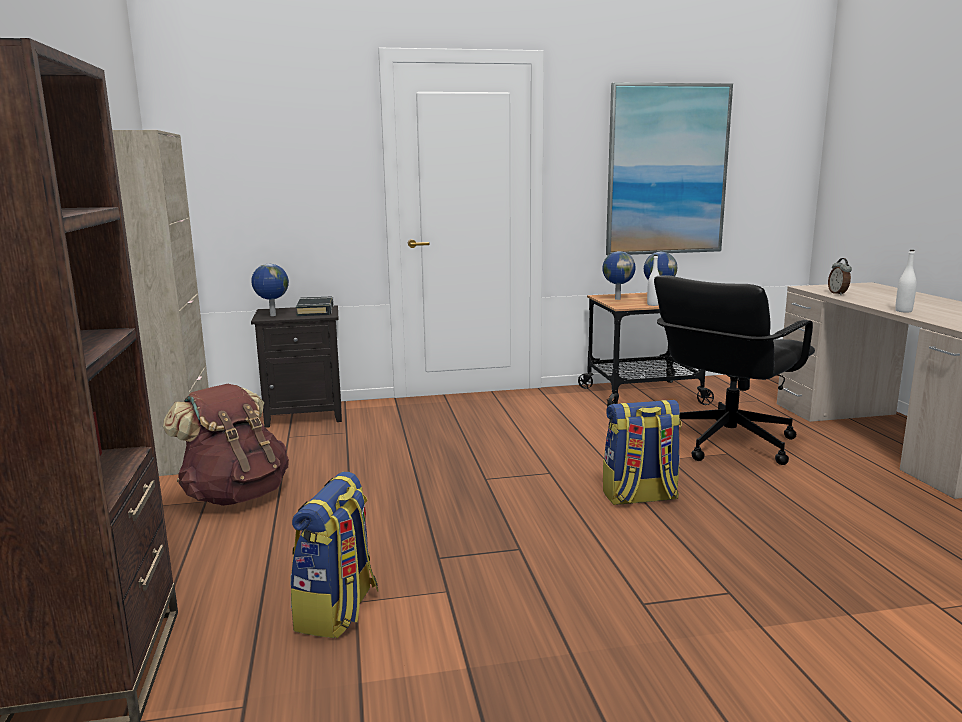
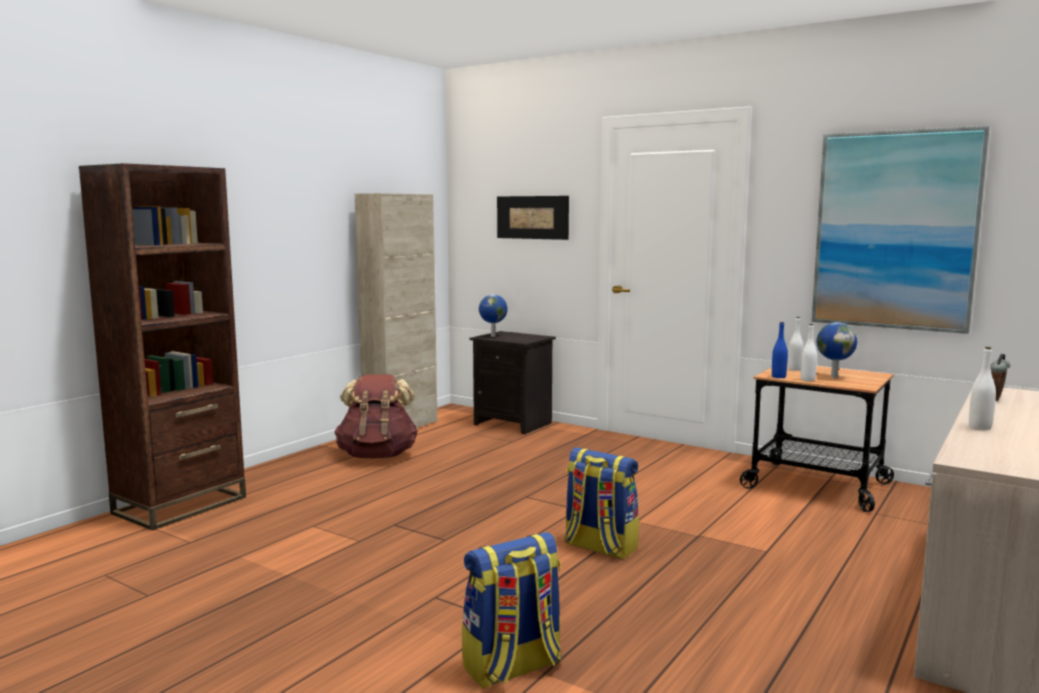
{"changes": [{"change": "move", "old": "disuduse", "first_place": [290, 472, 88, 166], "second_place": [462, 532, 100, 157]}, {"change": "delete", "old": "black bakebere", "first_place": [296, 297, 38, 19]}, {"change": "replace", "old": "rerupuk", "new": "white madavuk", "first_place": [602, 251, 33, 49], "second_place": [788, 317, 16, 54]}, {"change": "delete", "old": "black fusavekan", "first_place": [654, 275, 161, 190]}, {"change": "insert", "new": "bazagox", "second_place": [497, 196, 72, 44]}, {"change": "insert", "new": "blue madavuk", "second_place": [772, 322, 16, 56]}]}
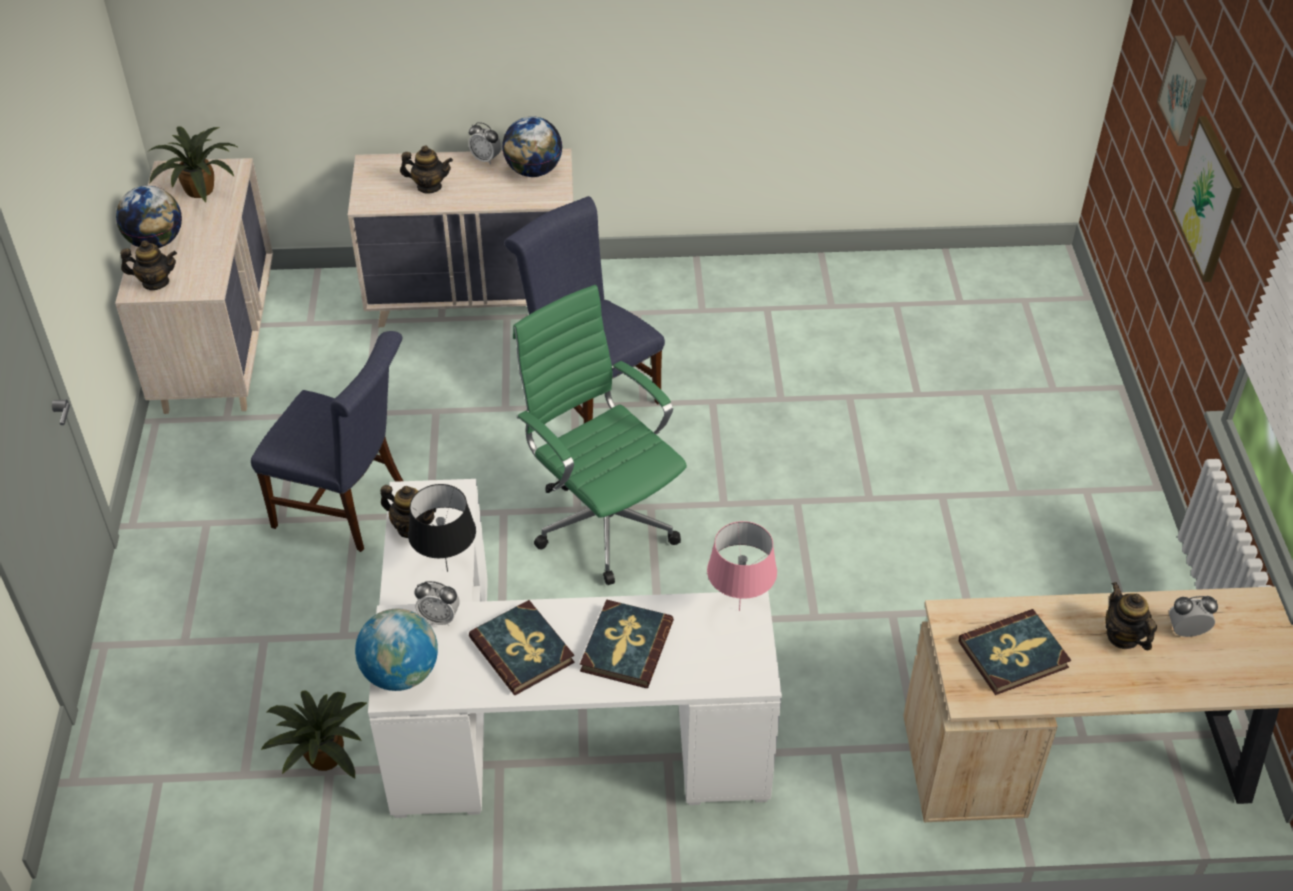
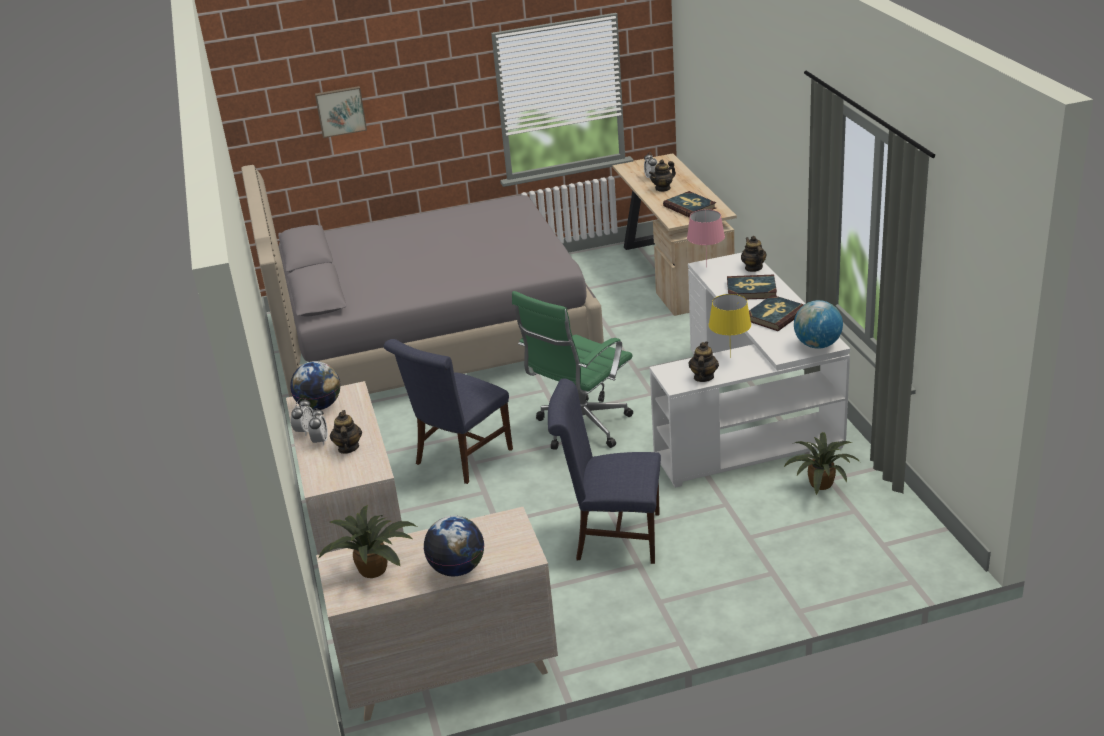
{"changes": [{"change": "move", "old": "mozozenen", "first_place": [120, 240, 57, 50], "second_place": [741, 236, 25, 36]}, {"change": "rotate", "old": "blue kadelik", "first_place": [251, 331, 152, 221], "second_place": [548, 379, 113, 185], "degrees": -90}, {"change": "recolor", "old": "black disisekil", "new": "yellow disisekil", "first_place": [408, 484, 68, 88], "second_place": [709, 294, 42, 64]}, {"change": "move", "old": "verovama", "first_place": [414, 581, 46, 45], "second_place": [308, 408, 20, 37]}, {"change": "delete", "old": "bazagox", "first_place": [1171, 116, 71, 166]}, {"change": "insert", "new": "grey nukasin", "second_place": [241, 165, 363, 232]}]}
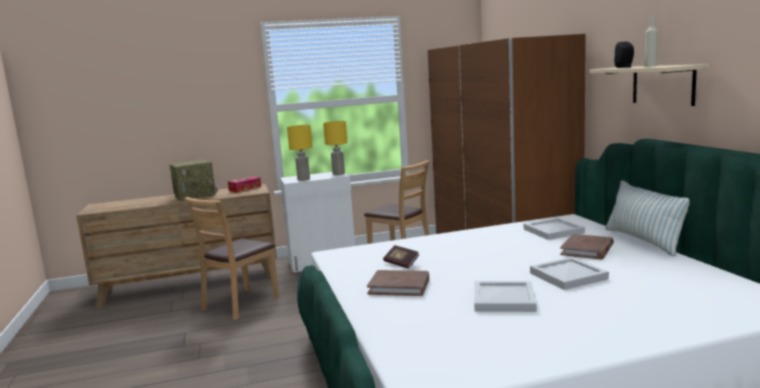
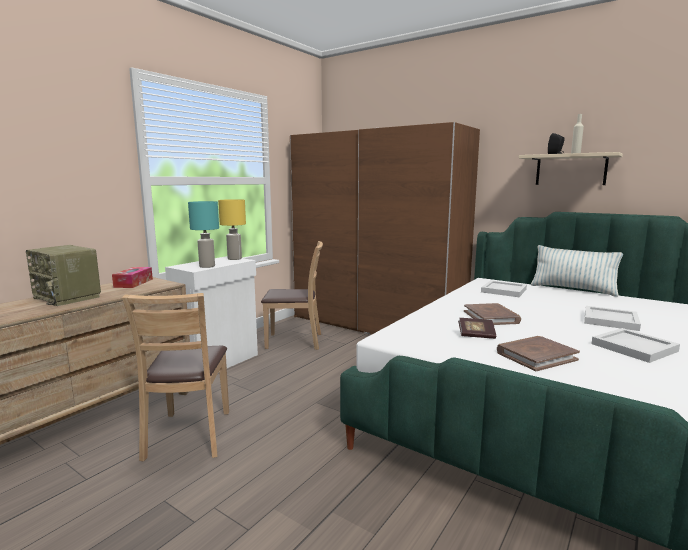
{"changes": [{"change": "rotate", "old": "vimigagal", "first_place": [170, 159, 47, 42], "second_place": [26, 245, 75, 61], "degrees": 105}, {"change": "recolor", "old": "yellow disisekil", "new": "turquoise disisekil", "first_place": [287, 125, 25, 56], "second_place": [188, 201, 31, 67]}, {"change": "move", "old": "brown bakebere", "first_place": [560, 234, 54, 25], "second_place": [464, 303, 57, 22]}]}
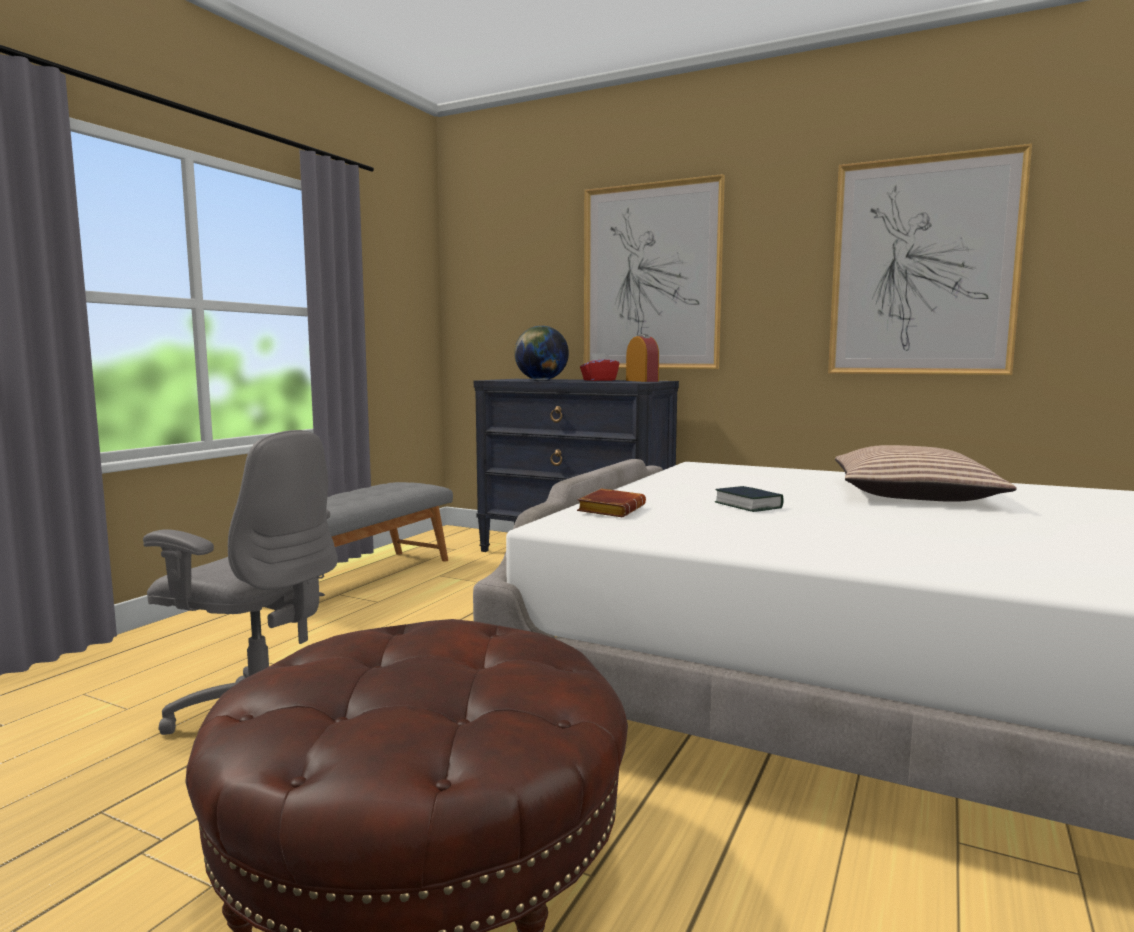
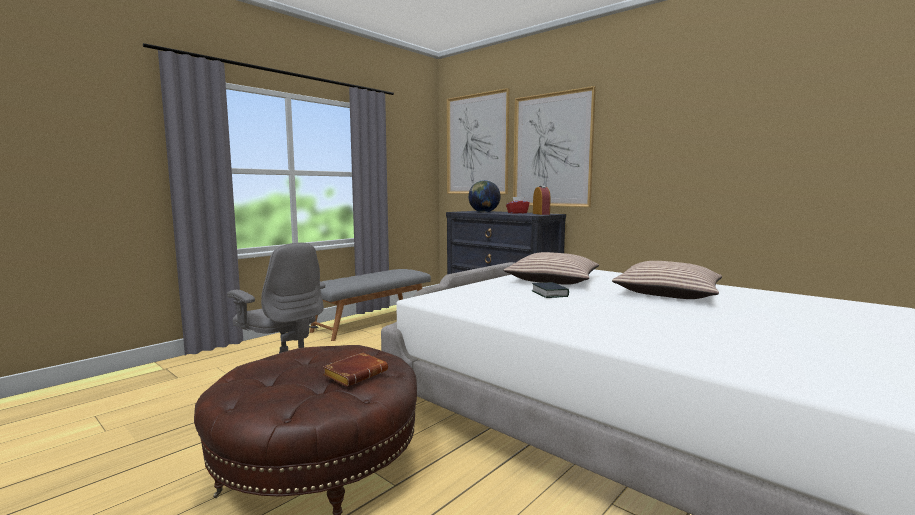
{"changes": [{"change": "move", "old": "brown bakebere", "first_place": [577, 489, 69, 28], "second_place": [323, 353, 65, 34]}, {"change": "move", "old": "bazagox", "first_place": [828, 144, 204, 231], "second_place": [447, 88, 63, 106]}, {"change": "insert", "new": "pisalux", "second_place": [504, 252, 95, 33]}]}
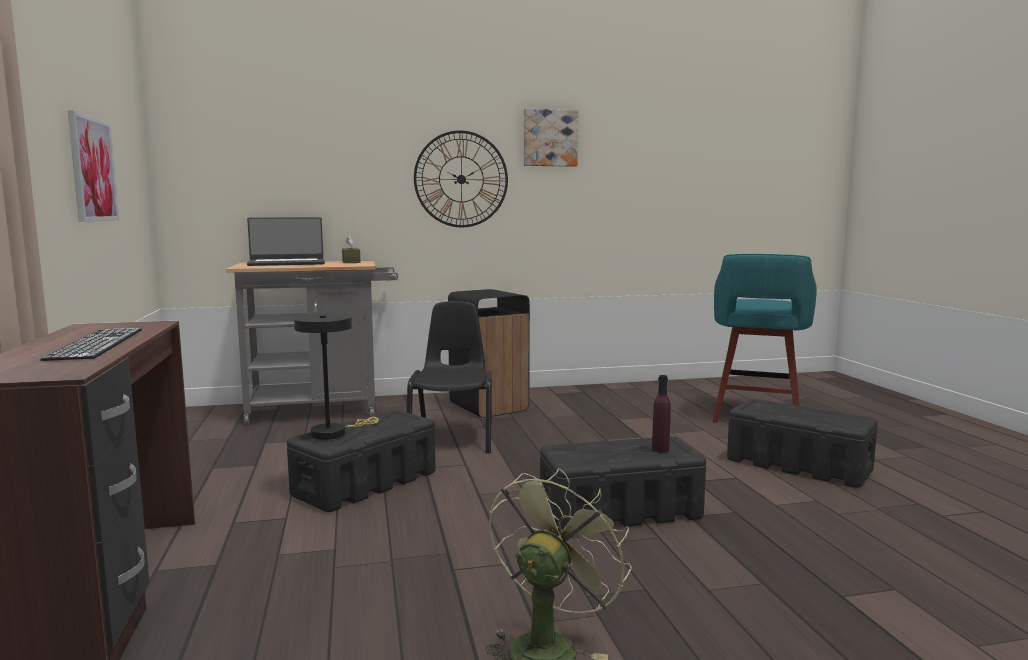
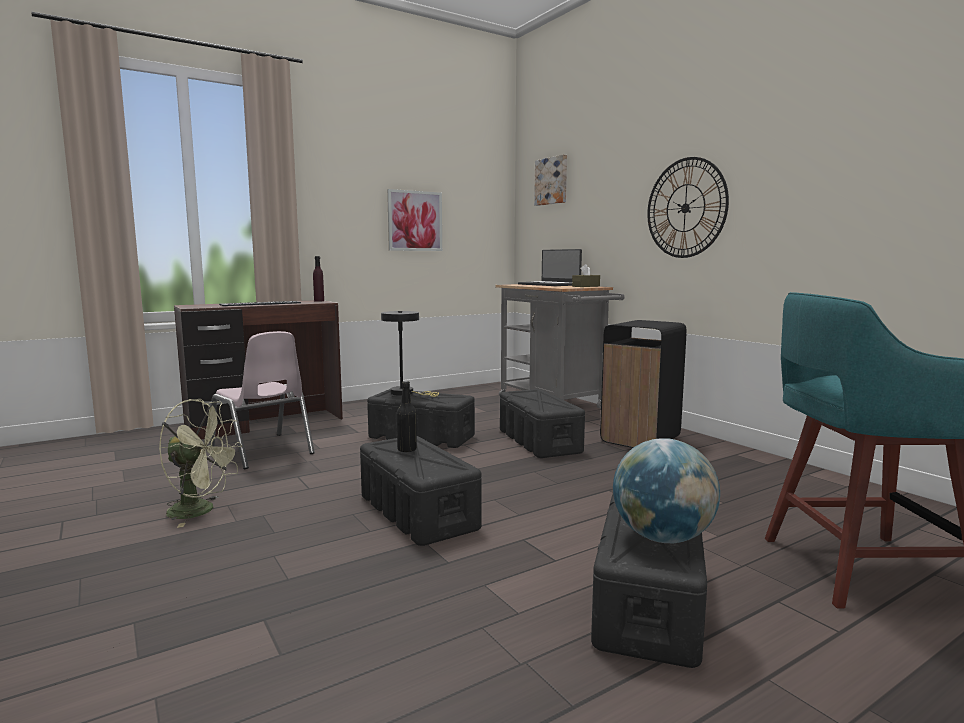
{"changes": [{"change": "replace", "old": "black kadelik", "new": "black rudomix", "first_place": [407, 301, 85, 152], "second_place": [500, 389, 85, 69]}, {"change": "move", "old": "bazagox", "first_place": [524, 109, 54, 58], "second_place": [534, 154, 33, 52]}, {"change": "move", "old": "purple madavuk", "first_place": [652, 375, 19, 78], "second_place": [313, 256, 11, 45]}, {"change": "insert", "new": "pink kadelik", "second_place": [210, 331, 105, 138]}, {"change": "insert", "new": "black madavuk", "second_place": [397, 381, 20, 71]}, {"change": "insert", "new": "rerupuk", "second_place": [613, 438, 107, 105]}]}
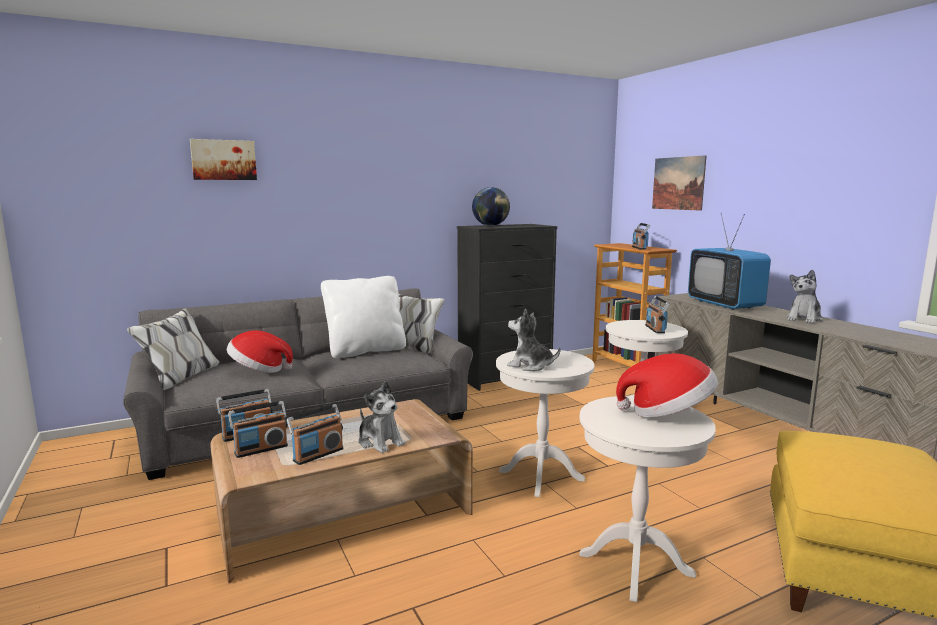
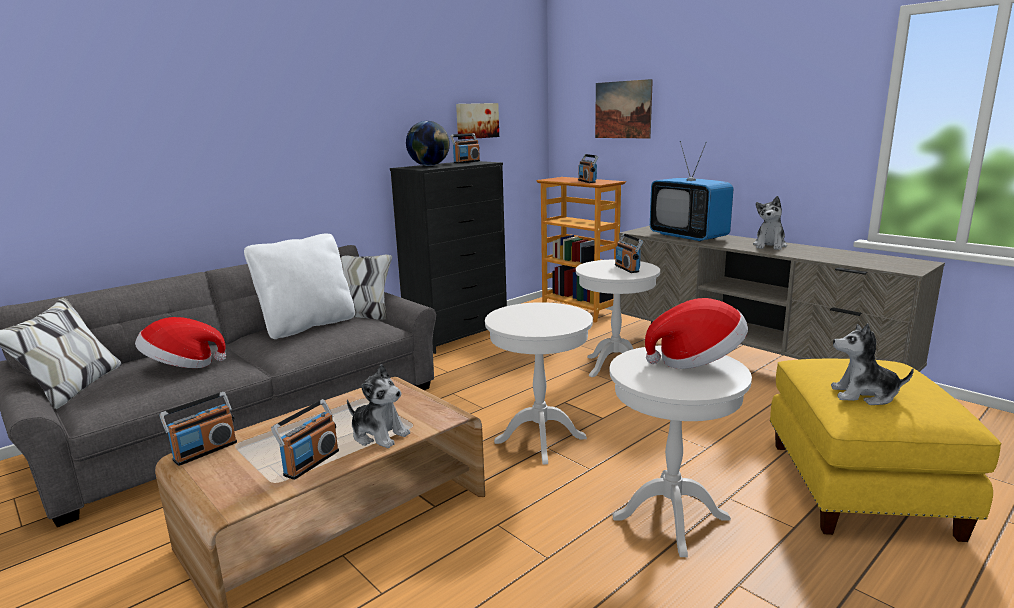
{"changes": [{"change": "move", "old": "bazagox", "first_place": [190, 139, 67, 41], "second_place": [456, 103, 43, 36]}, {"change": "move", "old": "vimigagal", "first_place": [228, 401, 60, 57], "second_place": [450, 133, 30, 31]}, {"change": "move", "old": "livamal", "first_place": [507, 309, 54, 62], "second_place": [831, 323, 83, 82]}]}
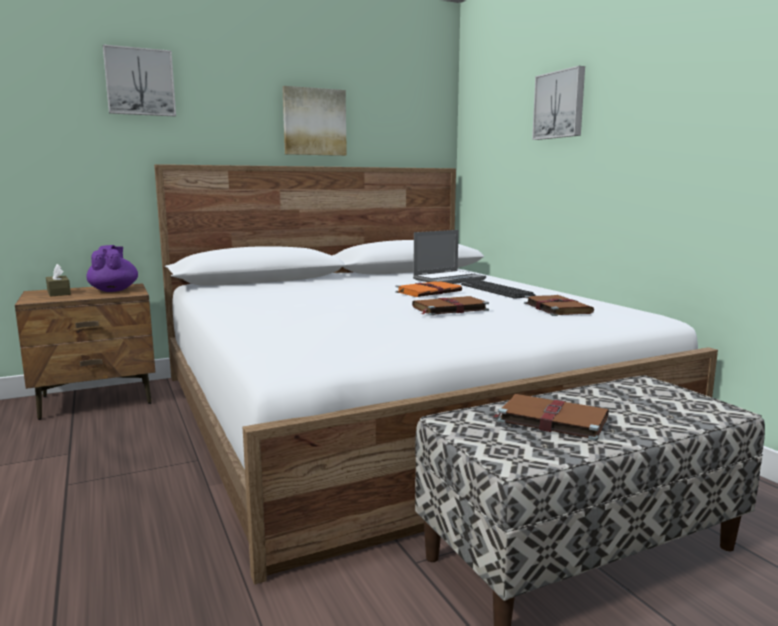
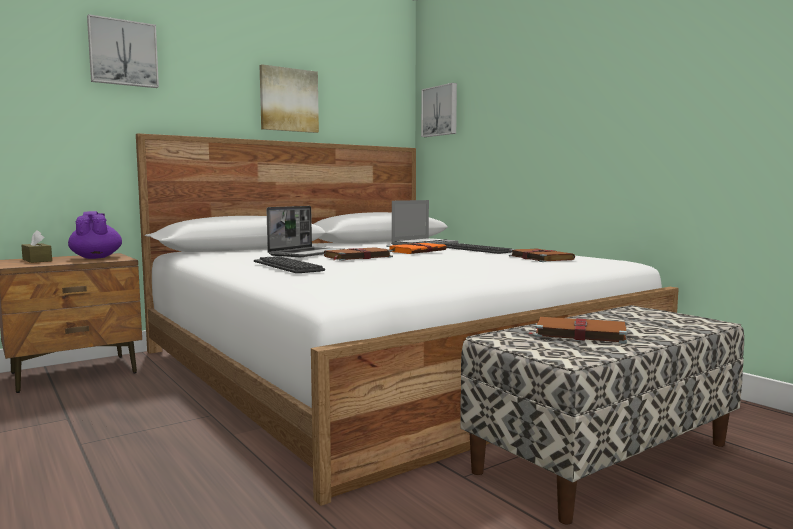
{"changes": [{"change": "move", "old": "brown bakebere", "first_place": [412, 296, 77, 20], "second_place": [324, 247, 69, 14]}, {"change": "move", "old": "bazagox", "first_place": [532, 66, 53, 74], "second_place": [421, 83, 36, 54]}, {"change": "insert", "new": "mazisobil", "second_place": [254, 256, 71, 17]}, {"change": "insert", "new": "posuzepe", "second_place": [267, 206, 76, 51]}]}
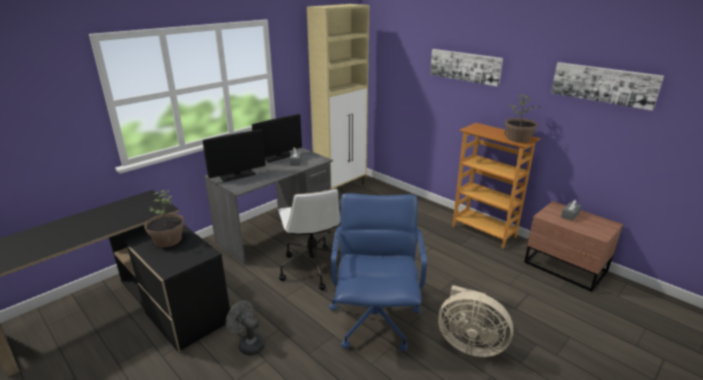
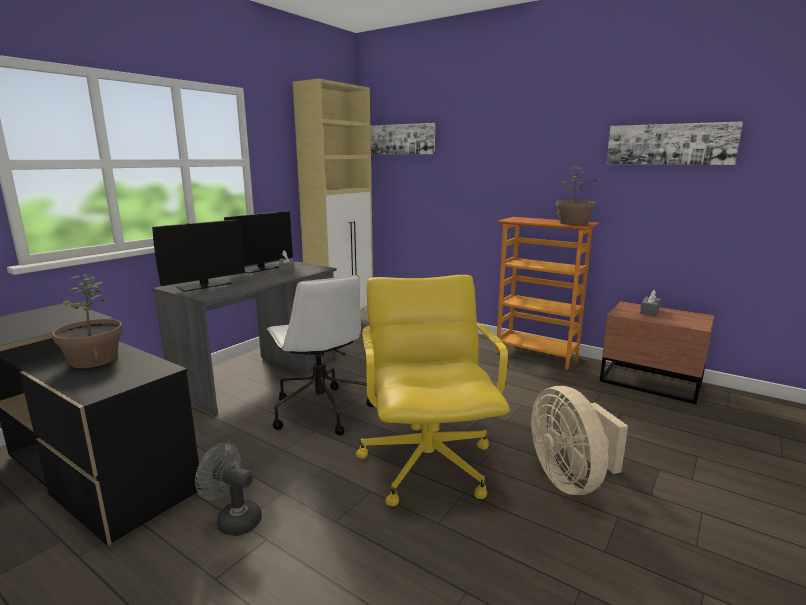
{"changes": [{"change": "recolor", "old": "blue fusavekan", "new": "yellow fusavekan", "first_place": [329, 193, 98, 158], "second_place": [356, 275, 154, 231]}, {"change": "move", "old": "bazagox", "first_place": [430, 49, 73, 38], "second_place": [370, 123, 65, 32]}, {"change": "rotate", "old": "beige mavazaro", "first_place": [438, 285, 75, 72], "second_place": [531, 386, 97, 109], "degrees": 60}]}
